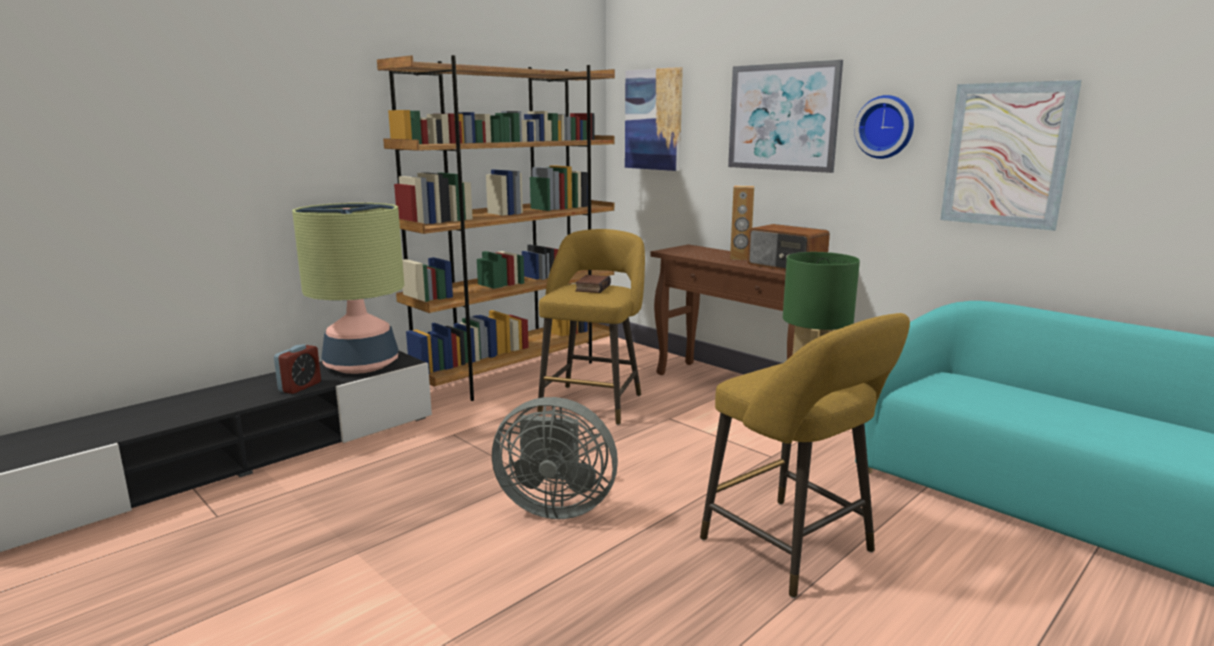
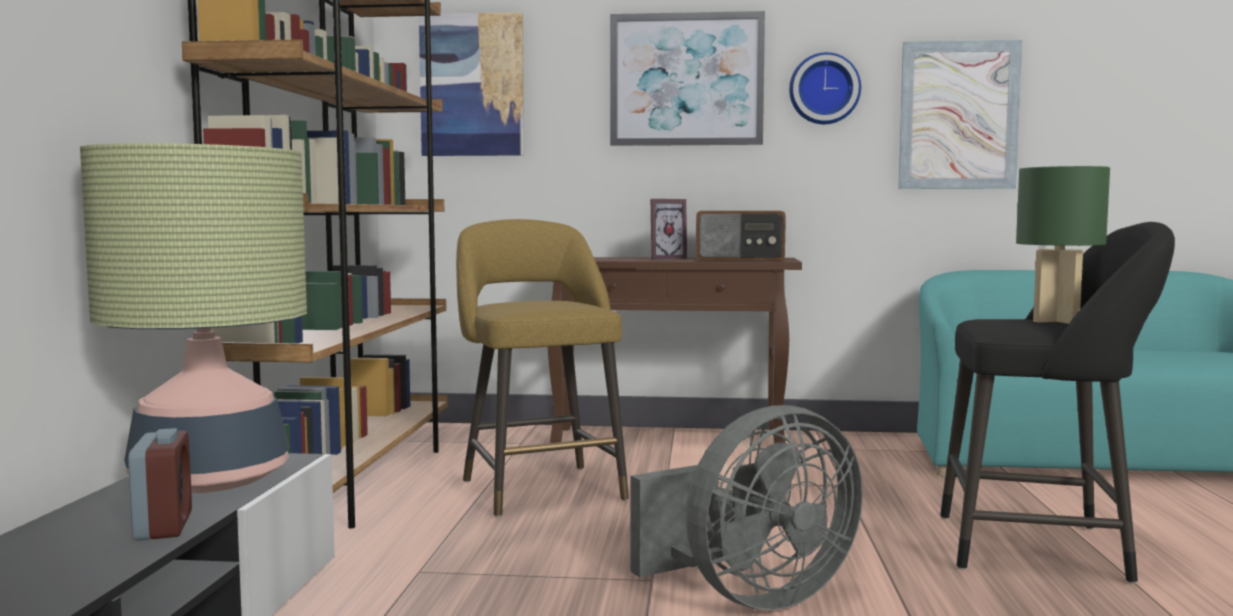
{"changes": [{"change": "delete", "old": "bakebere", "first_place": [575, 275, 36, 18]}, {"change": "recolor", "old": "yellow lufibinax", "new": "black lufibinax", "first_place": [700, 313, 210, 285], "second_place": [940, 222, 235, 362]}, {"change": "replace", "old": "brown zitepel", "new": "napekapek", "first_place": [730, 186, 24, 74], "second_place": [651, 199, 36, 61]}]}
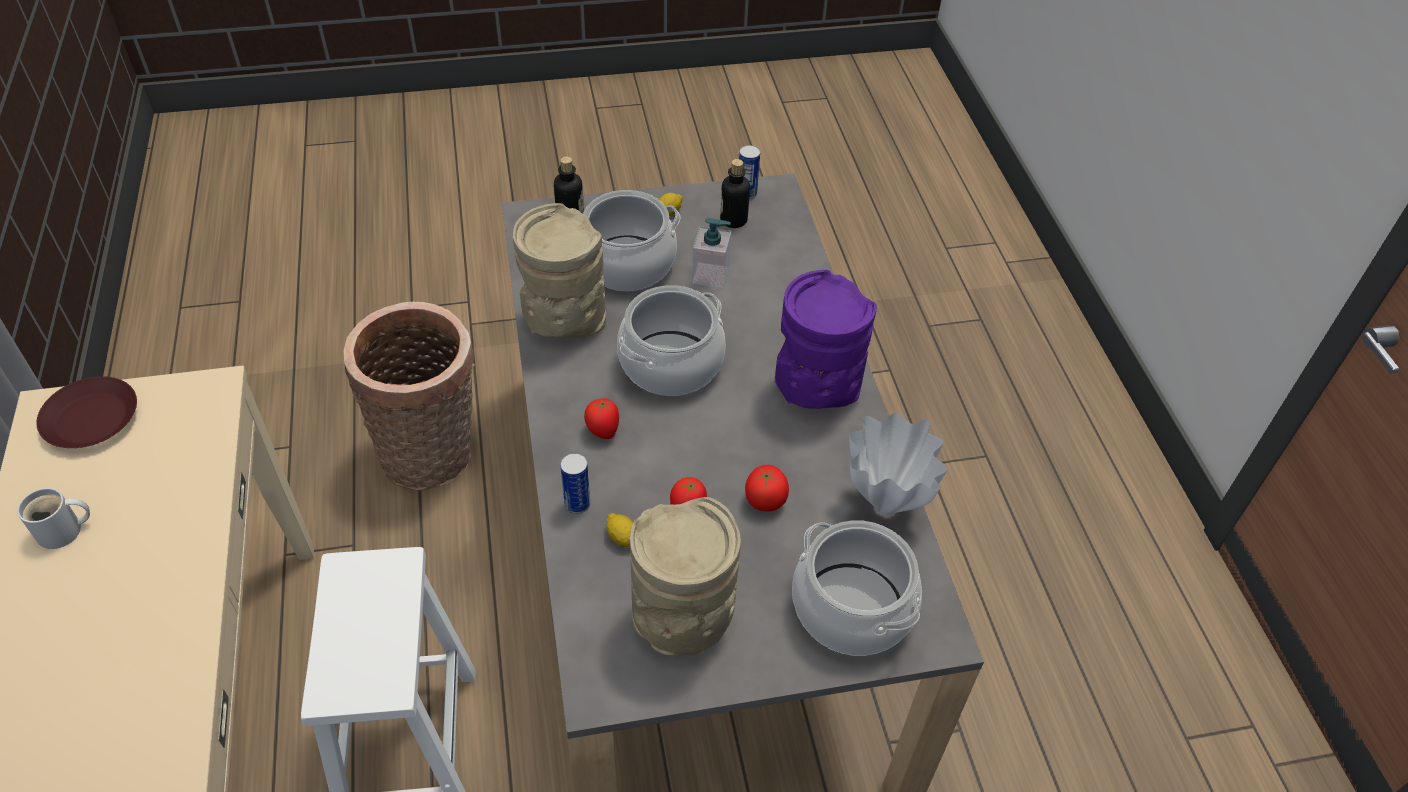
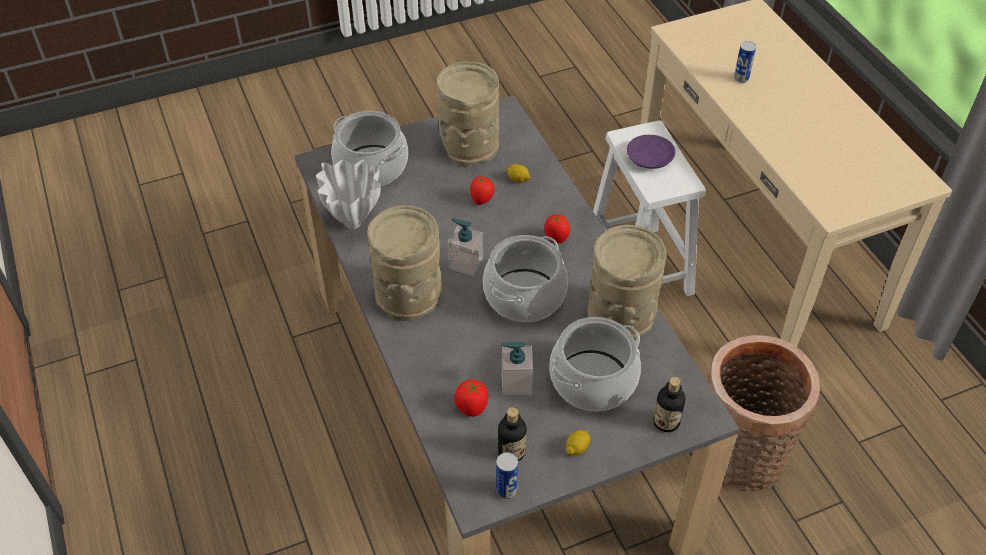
{"changes": [{"change": "delete", "old": "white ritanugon", "first_place": [17, 488, 73, 61]}, {"change": "delete", "old": "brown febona", "first_place": [36, 376, 101, 72]}, {"change": "move", "old": "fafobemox", "first_place": [560, 453, 30, 61], "second_place": [734, 41, 22, 42]}, {"change": "move", "old": "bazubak", "first_place": [745, 465, 44, 47], "second_place": [454, 380, 34, 37]}, {"change": "recolor", "old": "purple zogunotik", "new": "beige zogunotik", "first_place": [775, 270, 102, 139], "second_place": [367, 205, 75, 117]}, {"change": "insert", "new": "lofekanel", "second_place": [447, 218, 36, 58]}, {"change": "insert", "new": "purple febona", "second_place": [627, 135, 48, 34]}]}
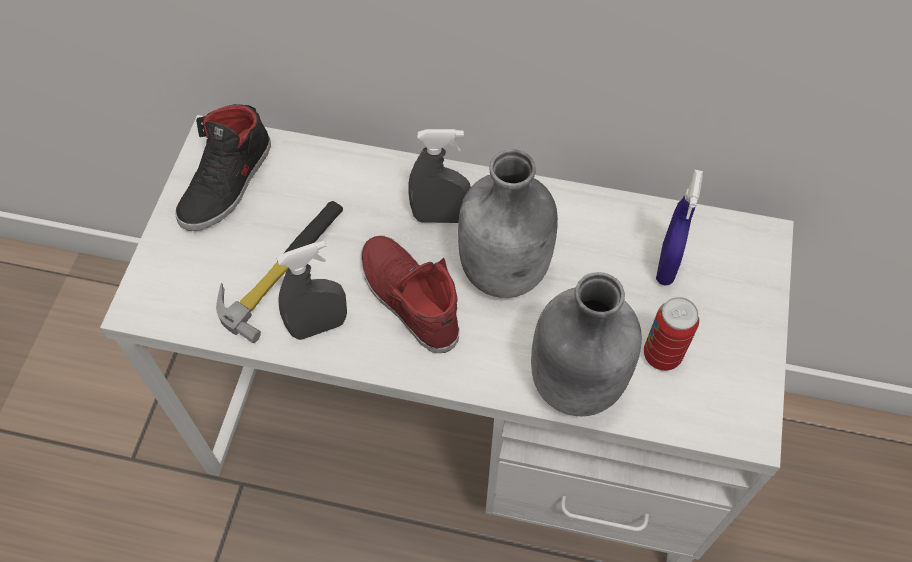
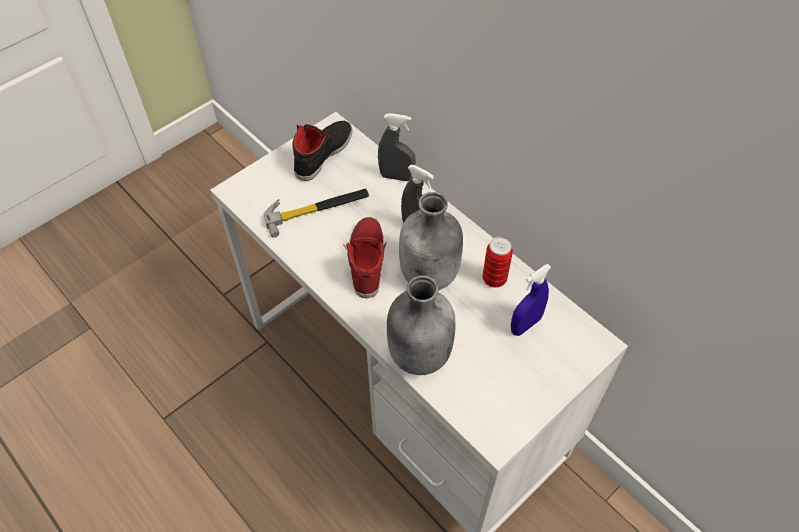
{"changes": [{"change": "rotate", "old": "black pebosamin", "first_place": [175, 104, 96, 127], "second_place": [293, 121, 59, 60], "degrees": 150}, {"change": "move", "old": "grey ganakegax", "first_place": [277, 241, 70, 99], "second_place": [378, 113, 38, 68]}, {"change": "move", "old": "fafobemox", "first_place": [644, 297, 55, 74], "second_place": [483, 237, 30, 51]}]}
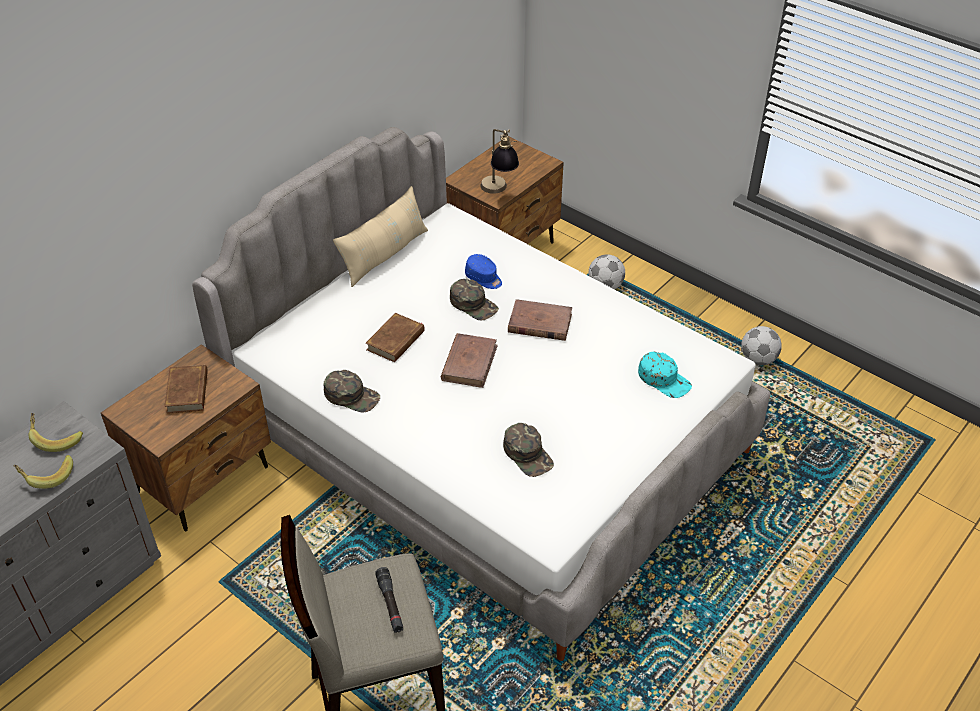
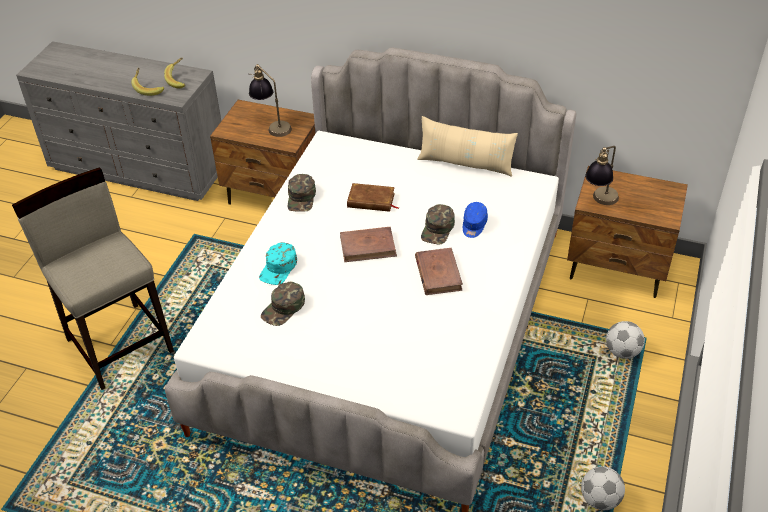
{"changes": [{"change": "replace", "old": "brown bakebere", "new": "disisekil", "first_place": [164, 365, 44, 48], "second_place": [249, 64, 43, 73]}, {"change": "delete", "old": "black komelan", "first_place": [375, 567, 28, 66]}, {"change": "move", "old": "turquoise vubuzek", "first_place": [638, 352, 54, 46], "second_place": [259, 242, 38, 43]}]}
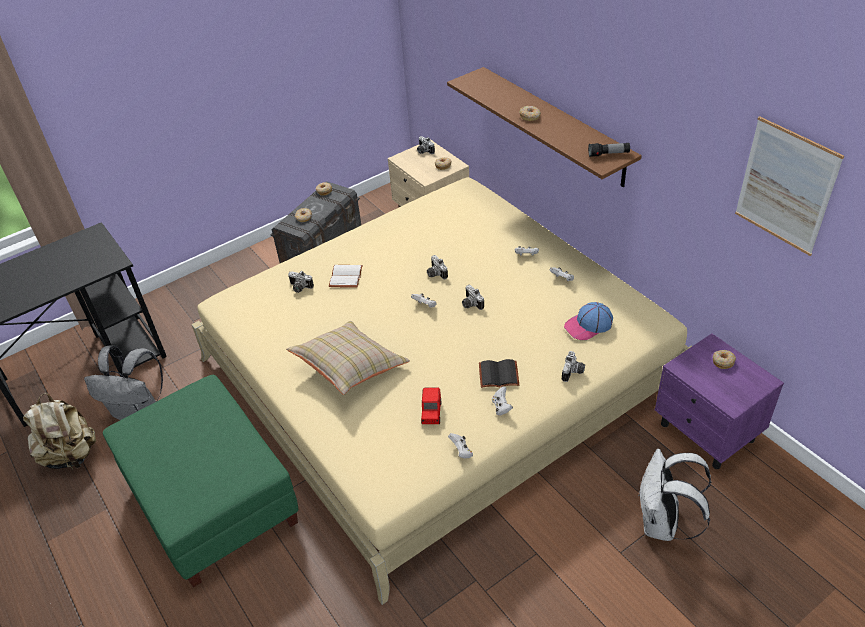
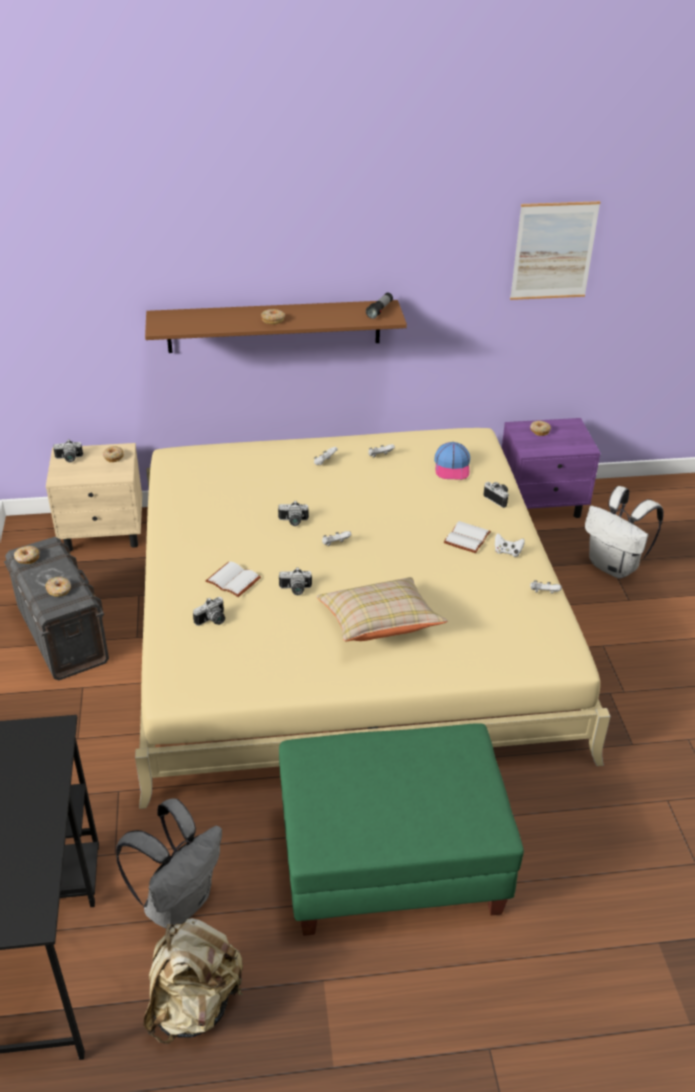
{"changes": [{"change": "delete", "old": "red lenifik", "first_place": [421, 388, 20, 36]}, {"change": "move", "old": "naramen", "first_place": [462, 285, 22, 25], "second_place": [279, 567, 33, 28]}, {"change": "recolor", "old": "black bakebere", "new": "white bakebere", "first_place": [479, 359, 40, 29], "second_place": [444, 521, 47, 32]}]}
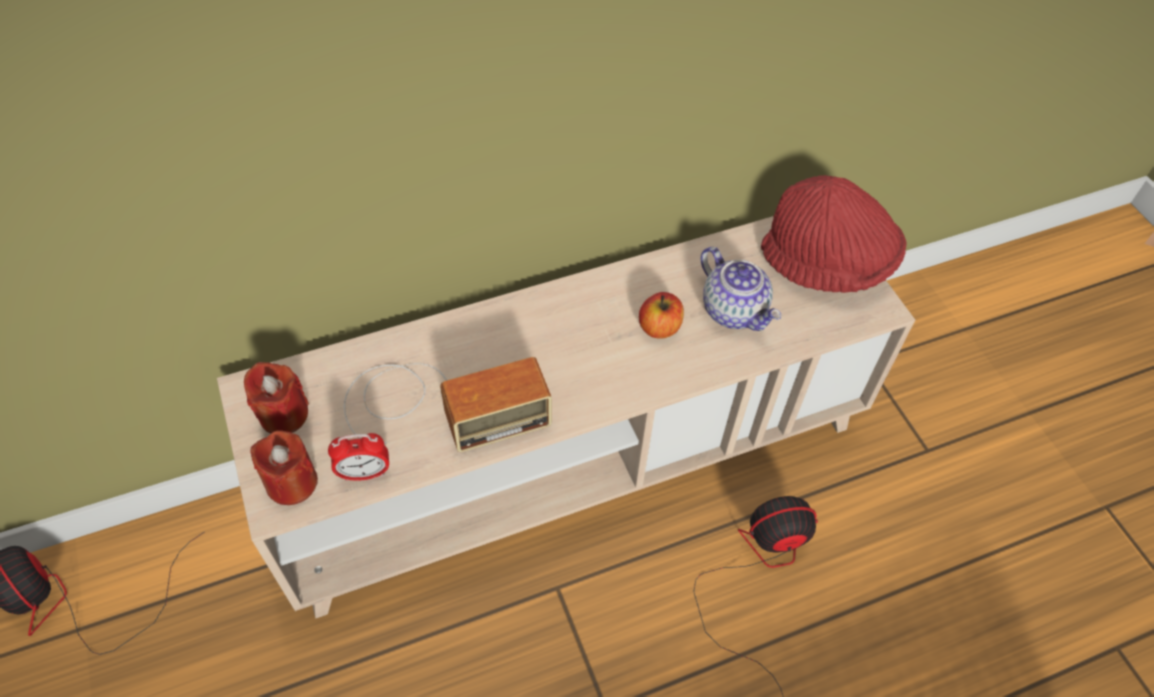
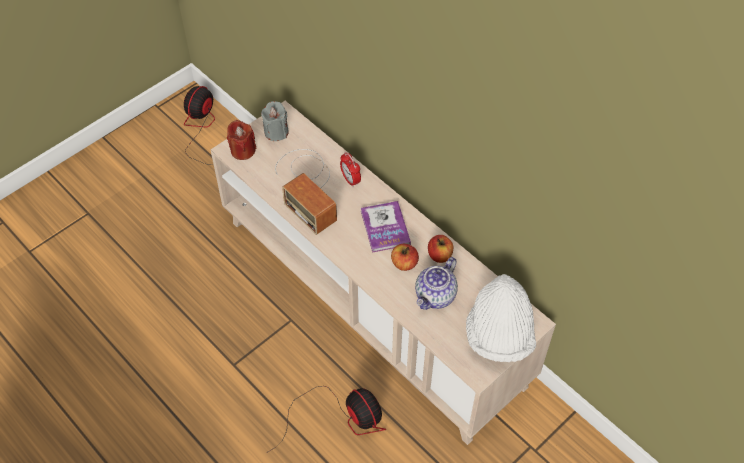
{"changes": [{"change": "recolor", "old": "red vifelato", "new": "grey vifelato", "first_place": [244, 362, 65, 72], "second_place": [261, 101, 28, 40]}, {"change": "move", "old": "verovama", "first_place": [328, 433, 61, 48], "second_place": [340, 153, 21, 34]}, {"change": "recolor", "old": "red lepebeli", "new": "white lepebeli", "first_place": [761, 175, 146, 118], "second_place": [466, 274, 70, 88]}, {"change": "insert", "new": "bakebere", "second_place": [361, 201, 50, 52]}, {"change": "insert", "new": "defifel", "second_place": [428, 235, 25, 28]}]}
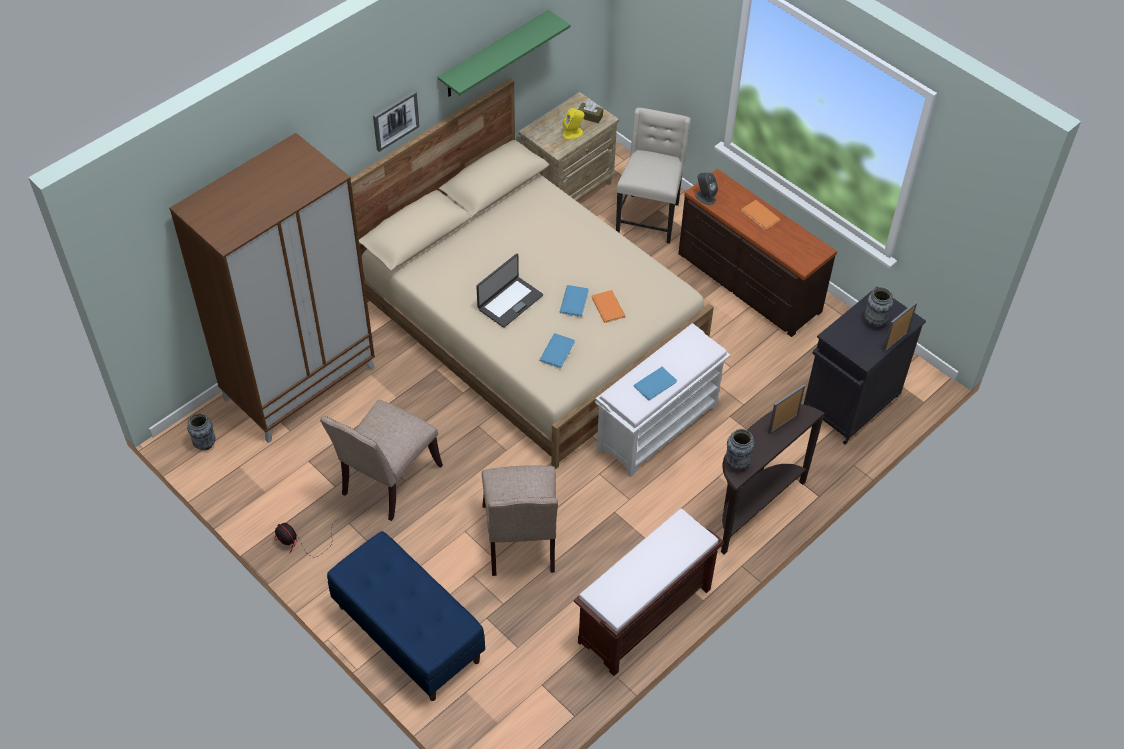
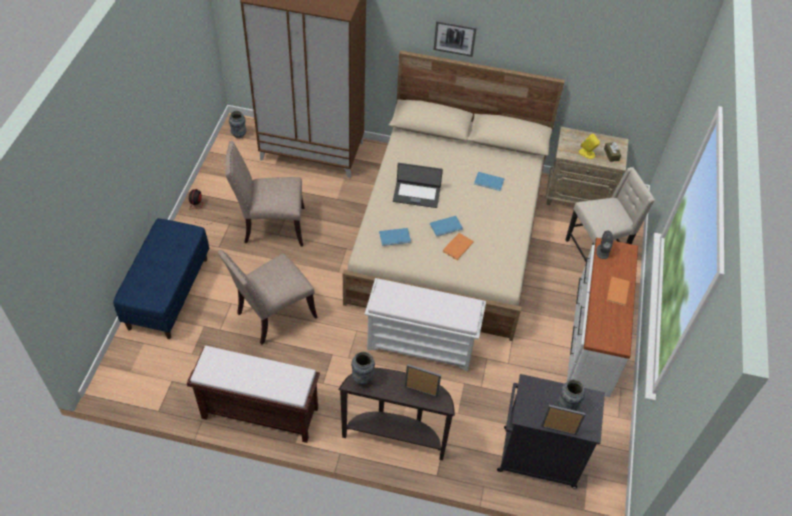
{"changes": [{"change": "delete", "old": "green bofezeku", "first_place": [438, 10, 133, 87]}, {"change": "move", "old": "blue bakebere", "first_place": [633, 367, 44, 34], "second_place": [474, 172, 31, 19]}, {"change": "recolor", "old": "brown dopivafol", "new": "white dopivafol", "first_place": [678, 169, 159, 168], "second_place": [567, 238, 71, 159]}]}
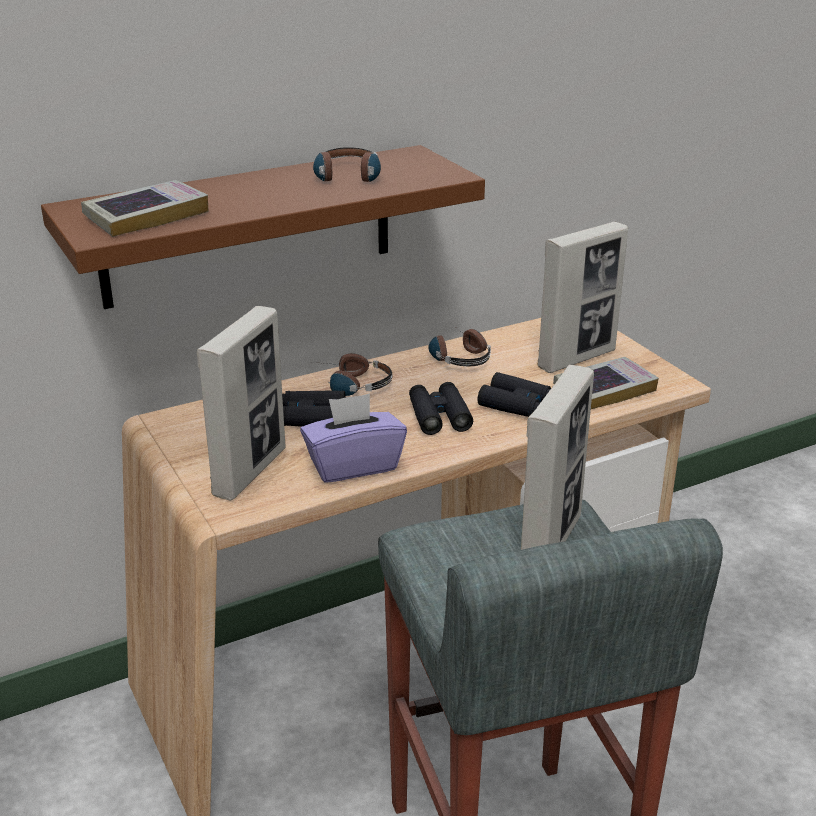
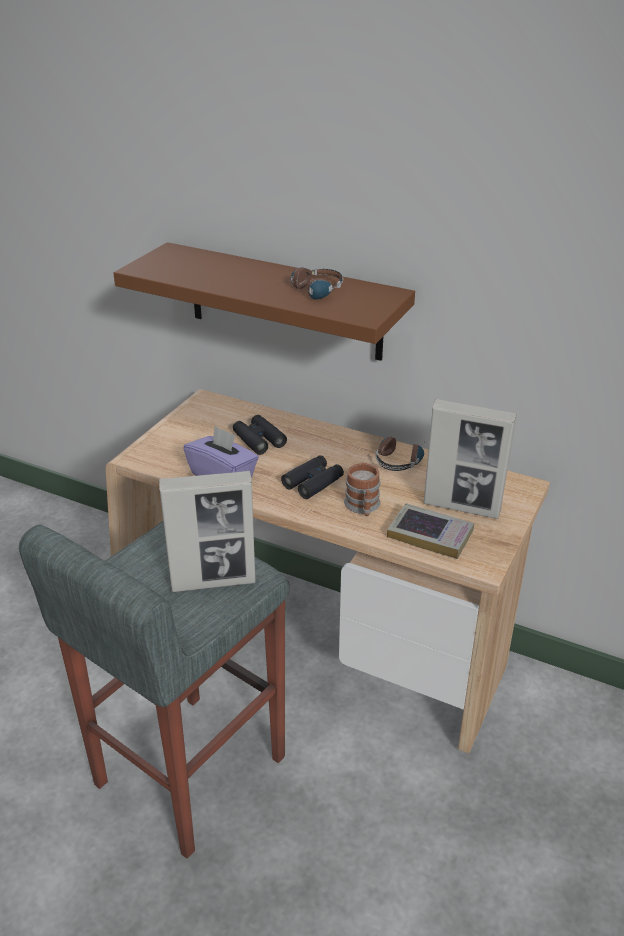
{"changes": [{"change": "delete", "old": "bakebere", "first_place": [81, 180, 128, 57]}, {"change": "delete", "old": "napekapek", "first_place": [197, 306, 89, 194]}, {"change": "delete", "old": "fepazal", "first_place": [310, 353, 82, 43]}, {"change": "replace", "old": "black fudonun", "new": "ritanugon", "first_place": [478, 372, 73, 45], "second_place": [344, 463, 36, 53]}]}
